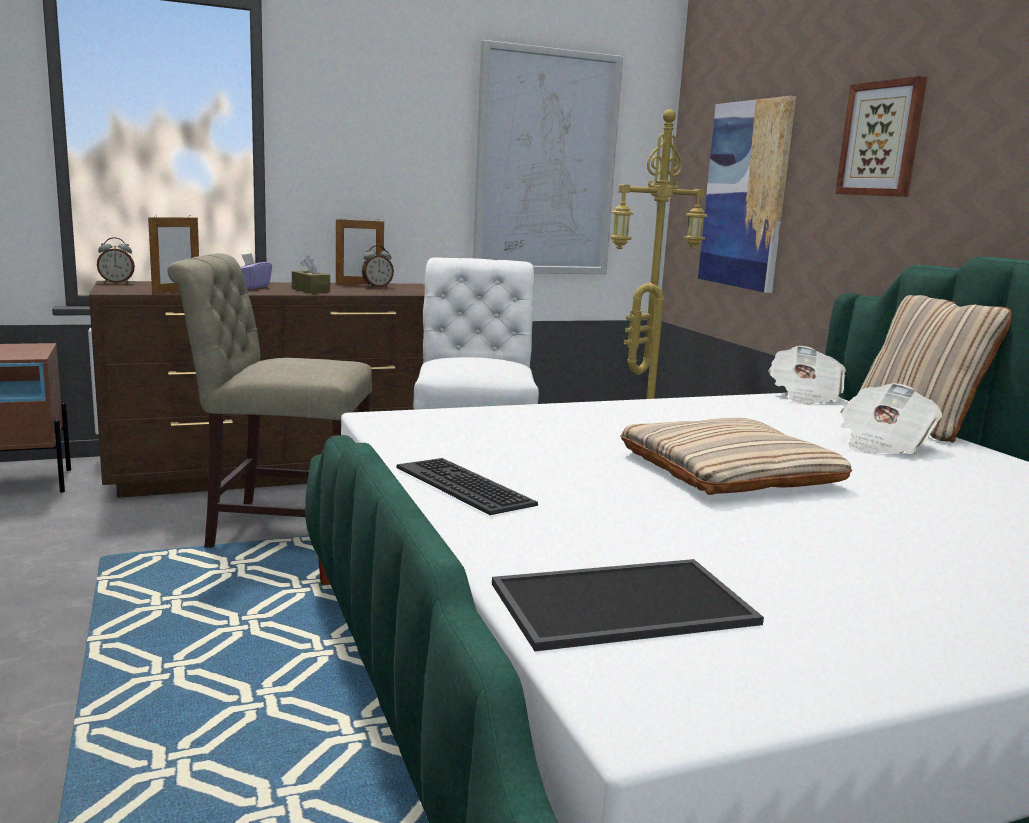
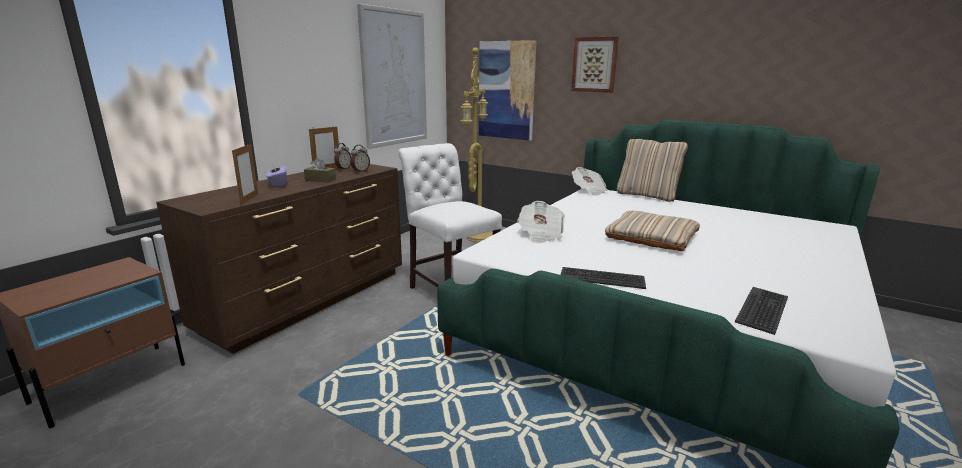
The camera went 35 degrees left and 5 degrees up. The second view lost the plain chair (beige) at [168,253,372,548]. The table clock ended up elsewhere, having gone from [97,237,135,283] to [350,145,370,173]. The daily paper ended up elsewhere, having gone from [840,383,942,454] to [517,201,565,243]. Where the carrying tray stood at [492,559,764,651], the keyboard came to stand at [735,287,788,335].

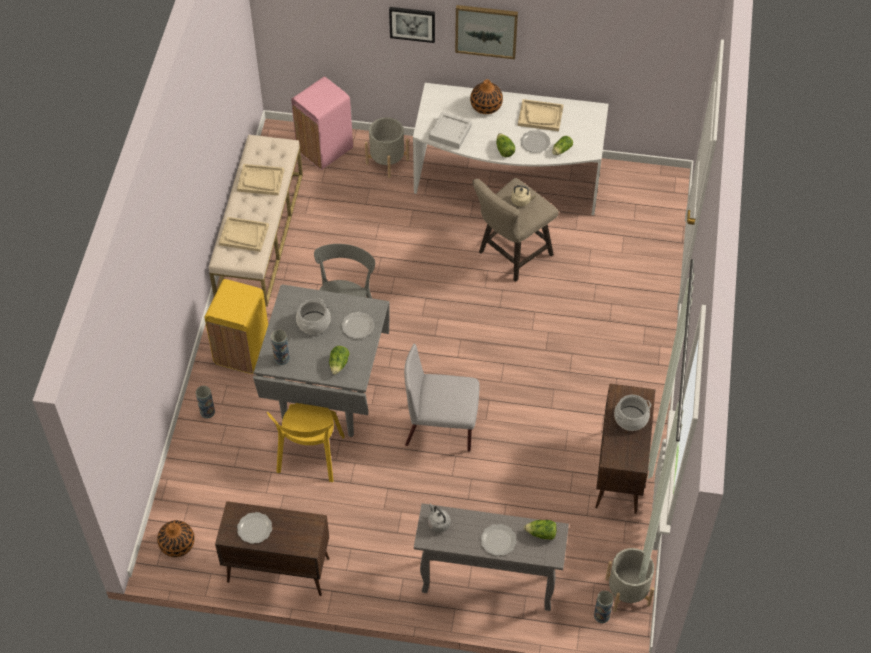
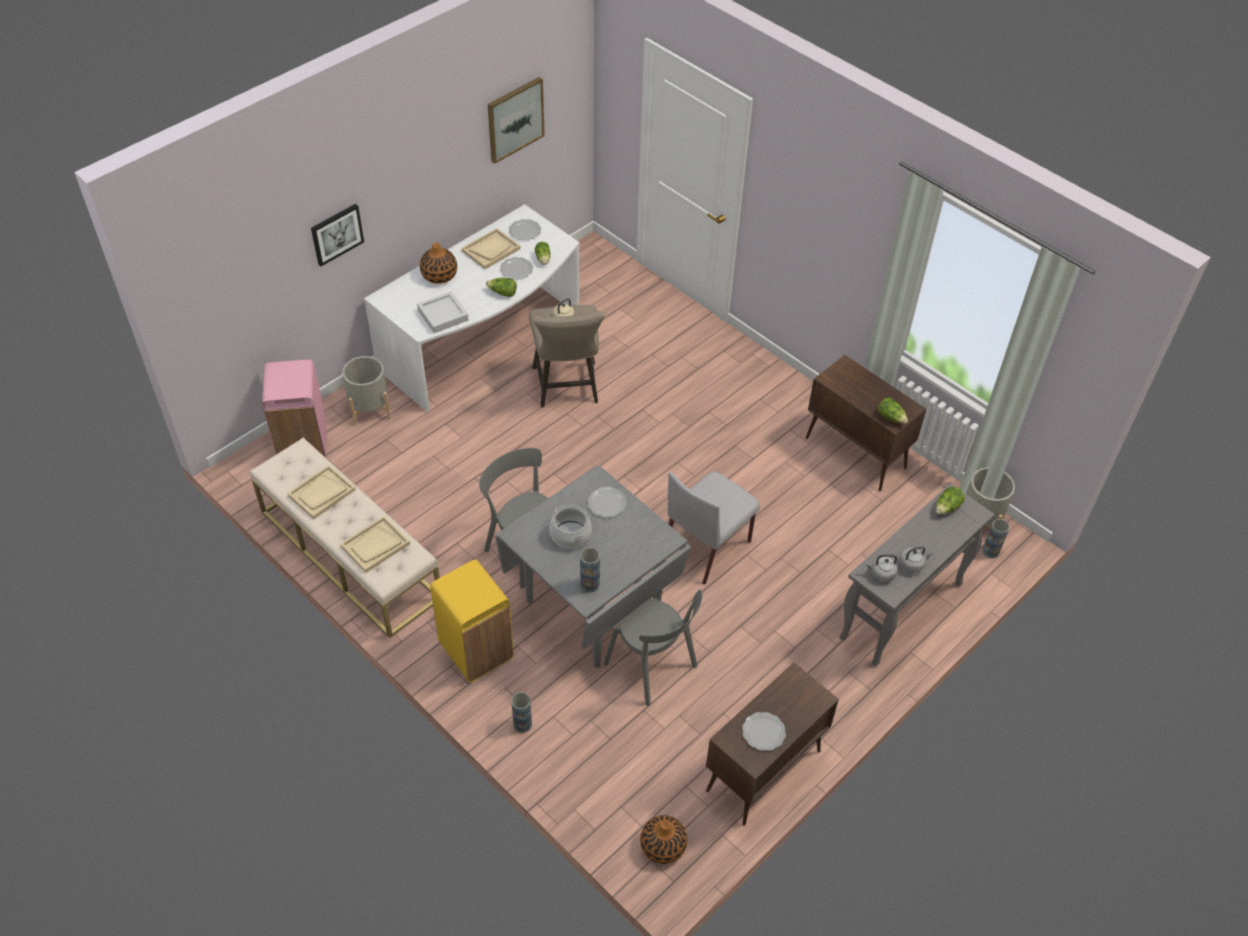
The camera went 55 degrees left and 5 degrees down. The second view lost the saucepot at [614,395,651,431]. The second view gained the tea kettle (greyish) at [899,546,934,574]. The lettuce ended up elsewhere, having gone from [329,346,349,375] to [878,397,908,424]. The wall picture ended up elsewhere, having gone from [455,5,518,59] to [488,77,545,164]. The flat dish ended up elsewhere, having gone from [481,524,517,556] to [509,219,541,240]. What was the plain chair (yellow-coloured) at [267,403,345,482] turned into the plain chair (greyish) at [604,590,702,706].

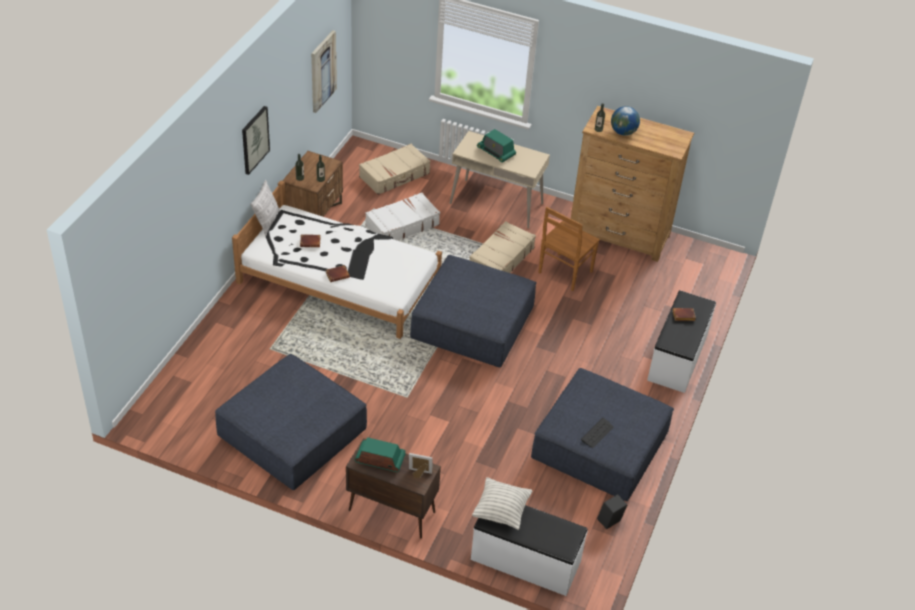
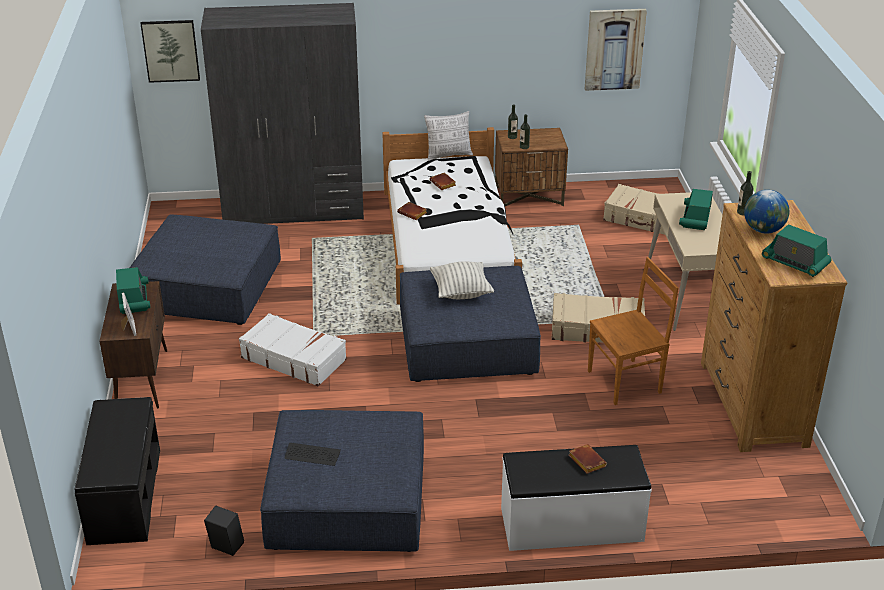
The camera went 65 degrees right and 10 degrees down. The second view gained the armoire (greyish) at [201,3,364,224]. The second view gained the radio set at [762,224,832,277]. The wall picture ended up elsewhere, having gone from [242,106,270,175] to [140,20,200,83]. The piece of luggage (white) ended up elsewhere, having gone from [365,192,440,240] to [239,313,347,386]. The pillow ended up elsewhere, having gone from [472,477,532,530] to [430,262,494,299]. What was the long seat (white) at [471,505,588,596] turned into the long seat (blackish) at [75,397,160,545]. The plain chair (brown) at [538,207,600,291] ended up facing another way, 150 degrees clockwise from before.

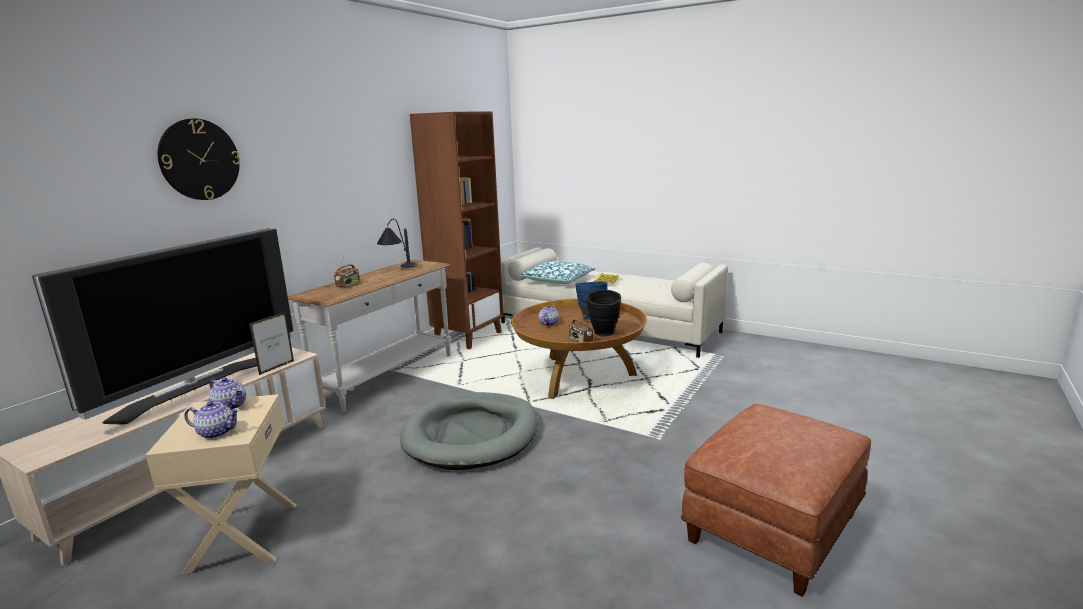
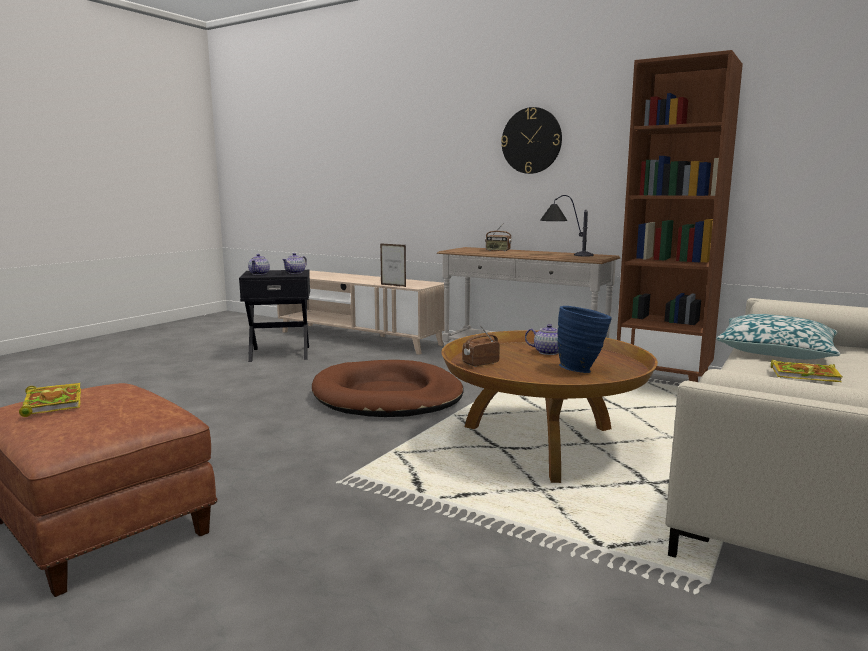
The camera went 90 degrees right and 5 degrees down. The second view lost the TV set at [32,228,293,424]. The second view lost the vase (blackish) at [586,290,621,337]. The second view gained the book at [19,383,81,417]. The clock on the wall ended up elsewhere, having gone from [158,118,240,200] to [501,107,562,174]. What was the end table (beige) at [146,394,297,575] turned into the end table (blackish) at [239,270,310,362]. What was the dog cushion (greyish) at [400,392,538,470] turned into the dog cushion (brown) at [312,360,464,417].

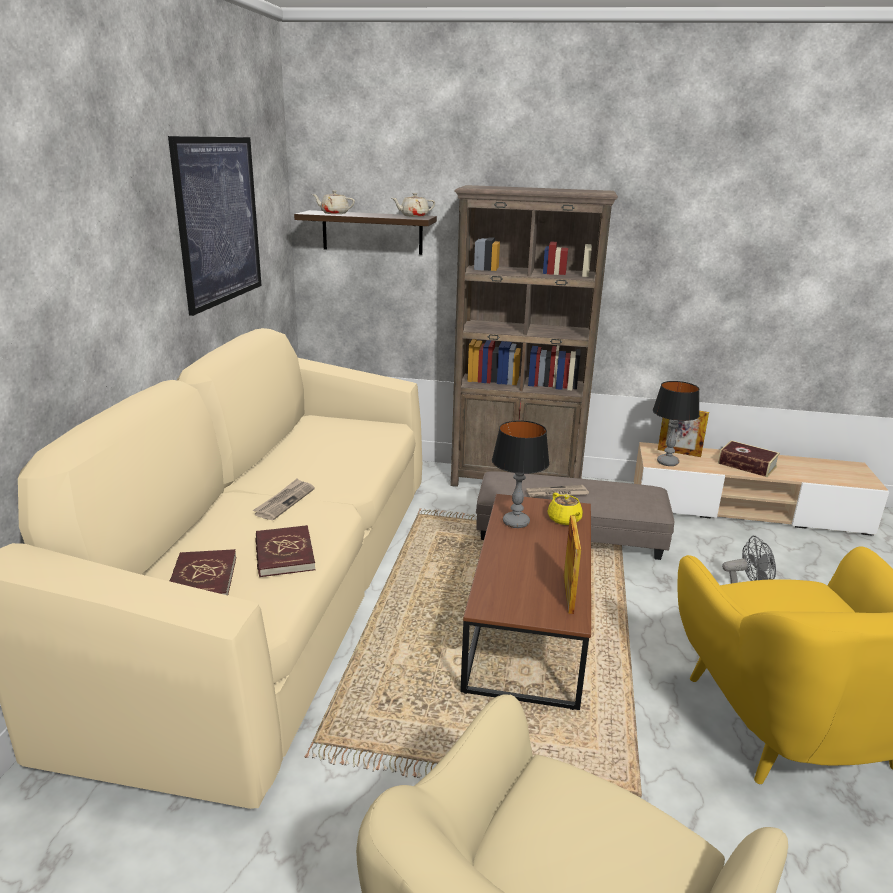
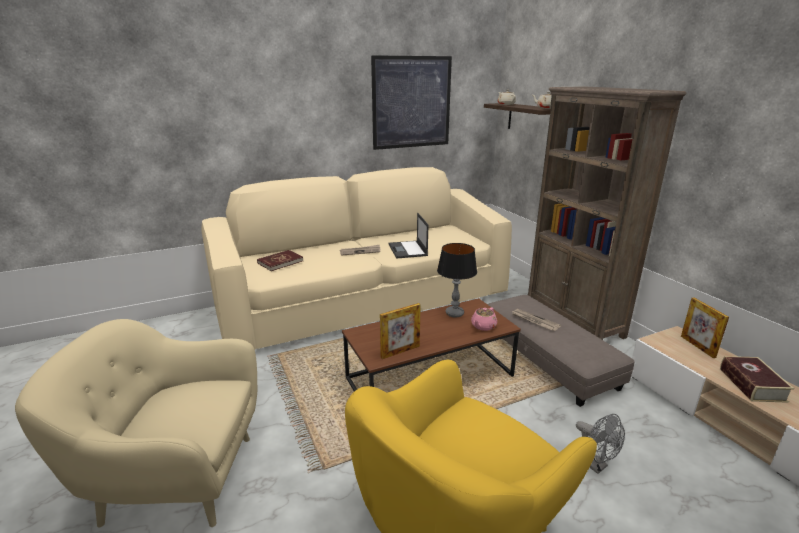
The camera went 55 degrees right and 0 degrees up. The second view lost the book (reddish) at [255,525,316,577]. The second view lost the lamp for a table at [653,381,700,466]. The second view gained the notebook computer at [389,213,428,259]. What was the tea pot (yellow-coloured) at [547,493,583,525] turned into the tea pot (pink-coloured) at [471,307,497,331].

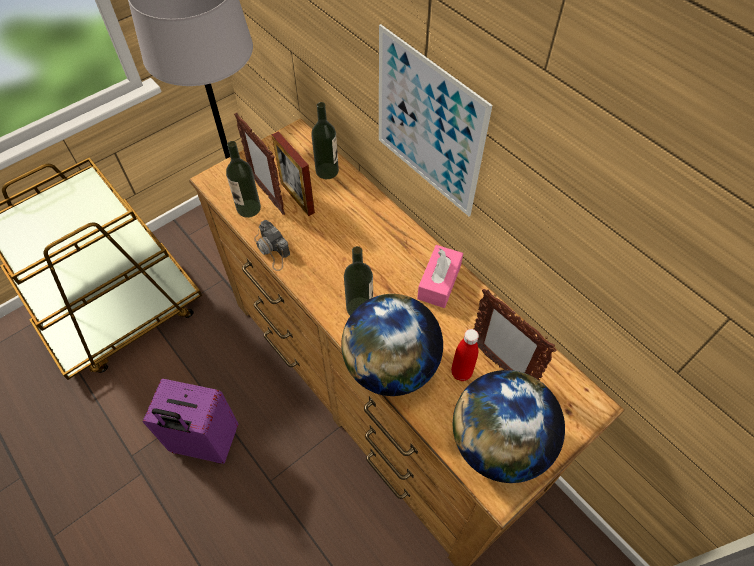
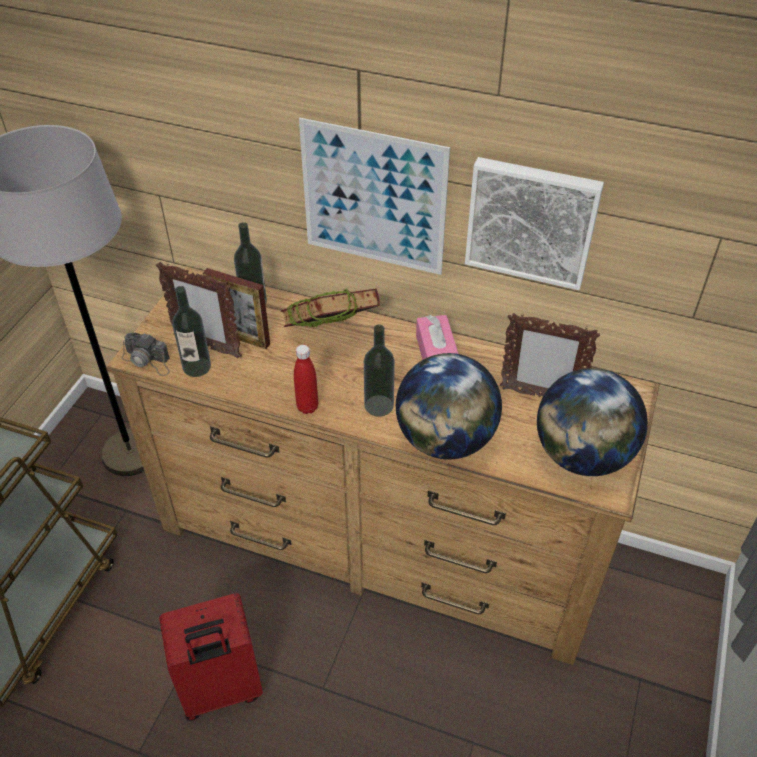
The camera went 30 degrees left and 10 degrees down. The second view gained the book at [281,288,380,328]. The second view gained the wall picture at [465,157,604,290]. The still camera ended up elsewhere, having gone from [254,220,290,271] to [121,333,170,376]. The bottle (reddish) ended up elsewhere, having gone from [451,329,479,381] to [294,345,318,414]. What was the piece of luggage (purplish) at [143,379,239,464] turned into the piece of luggage (reddish) at [159,593,263,721].

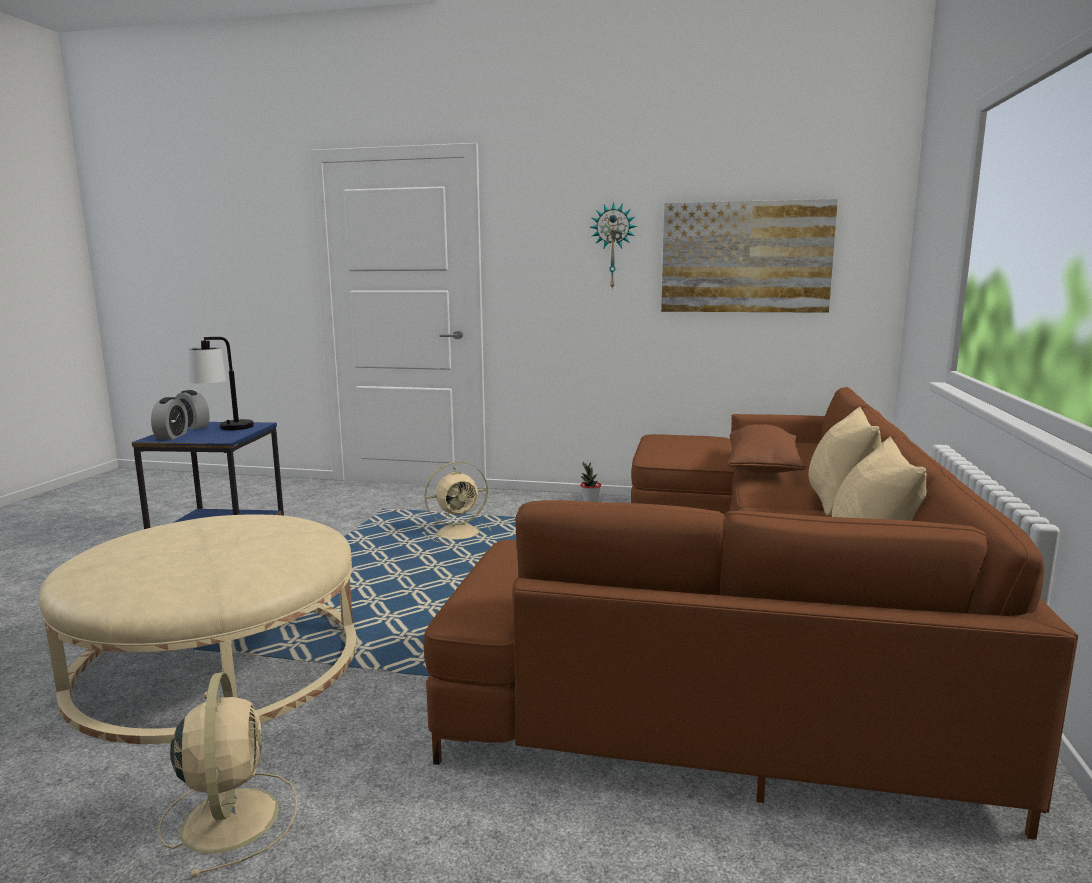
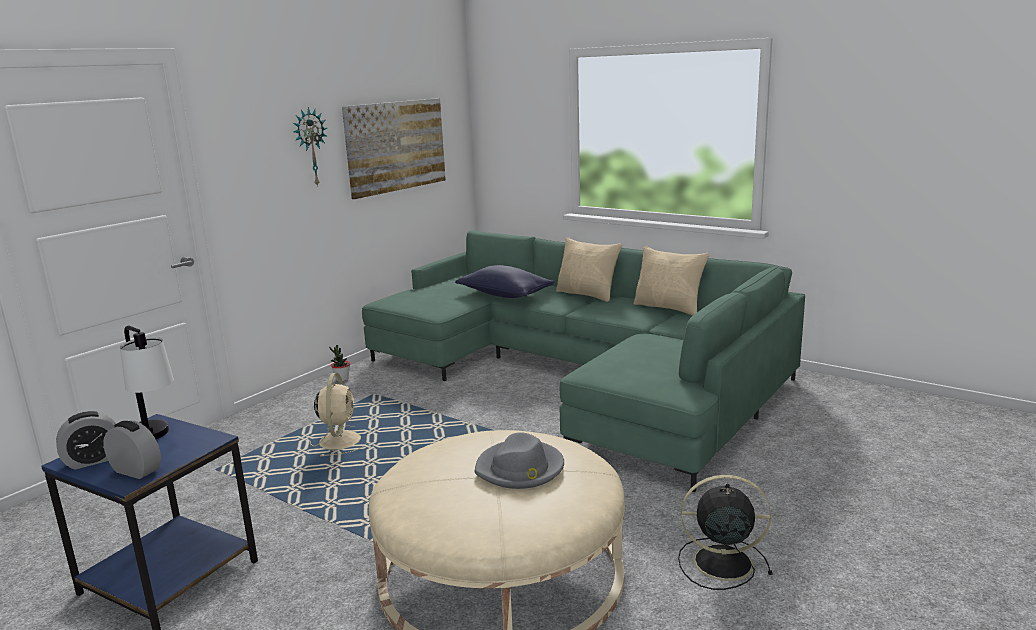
The camera went 65 degrees left and 5 degrees up. The second view gained the hat (greyish) at [475,432,564,489]. What was the cooling fan (beige) at [158,672,298,878] turned into the cooling fan (blackish) at [678,475,773,590]. What was the sofa (brown) at [424,387,1078,840] turned into the sofa (green-coloured) at [362,230,805,492]. What was the pillow (brown) at [728,424,807,473] turned into the pillow (blue-coloured) at [455,265,555,298].

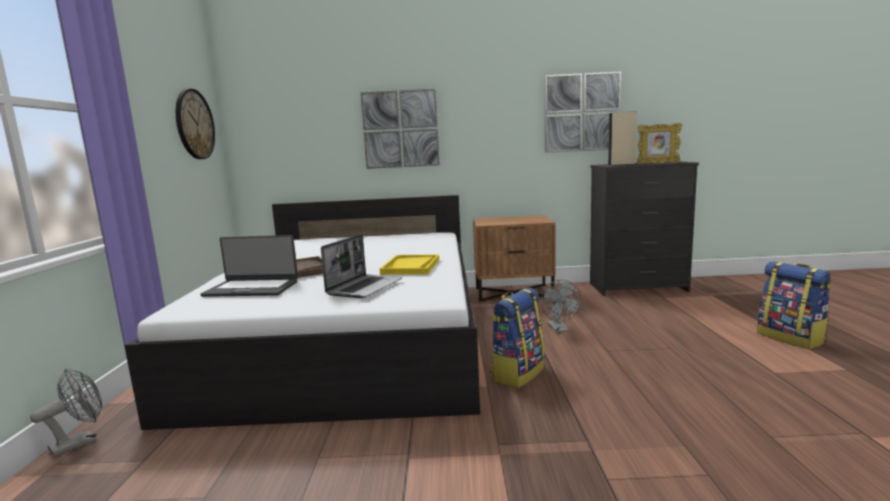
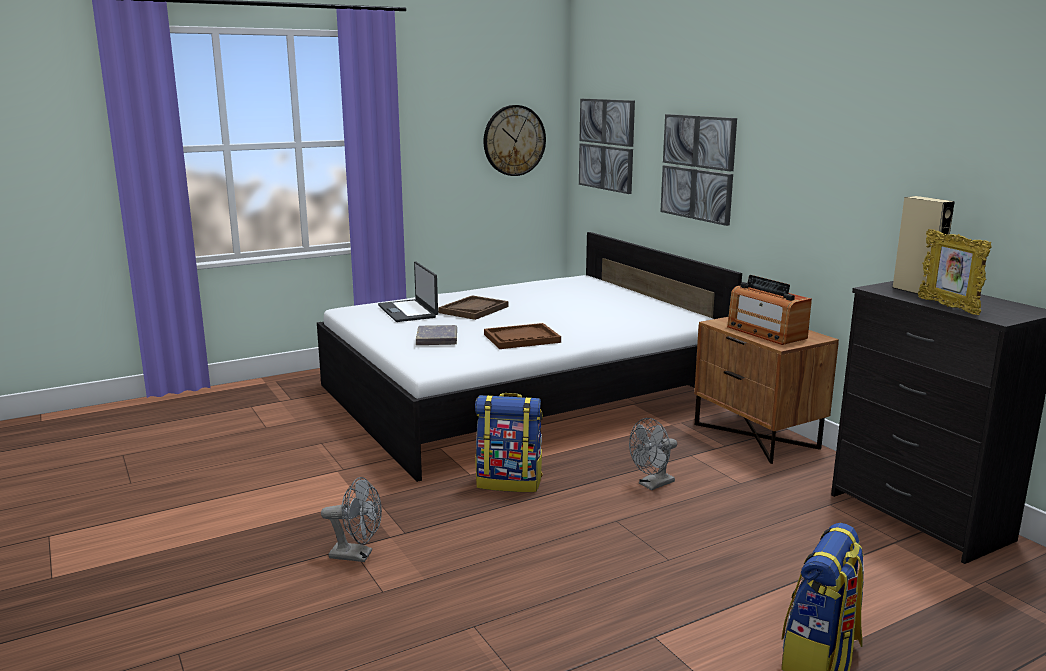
The camera went 60 degrees right and 5 degrees up. The second view gained the radio set at [727,275,812,345]. The cooling fan (greyish) ended up elsewhere, having gone from [30,369,102,457] to [321,477,382,562]. The wall picture ended up elsewhere, having gone from [545,71,621,153] to [579,99,635,194]. Where the notebook computer stood at [321,234,402,298], the book (greyish) came to stand at [416,325,457,345]. What was the carrying tray (yellow-coloured) at [380,255,439,275] turned into the carrying tray (brown) at [484,323,561,349].

